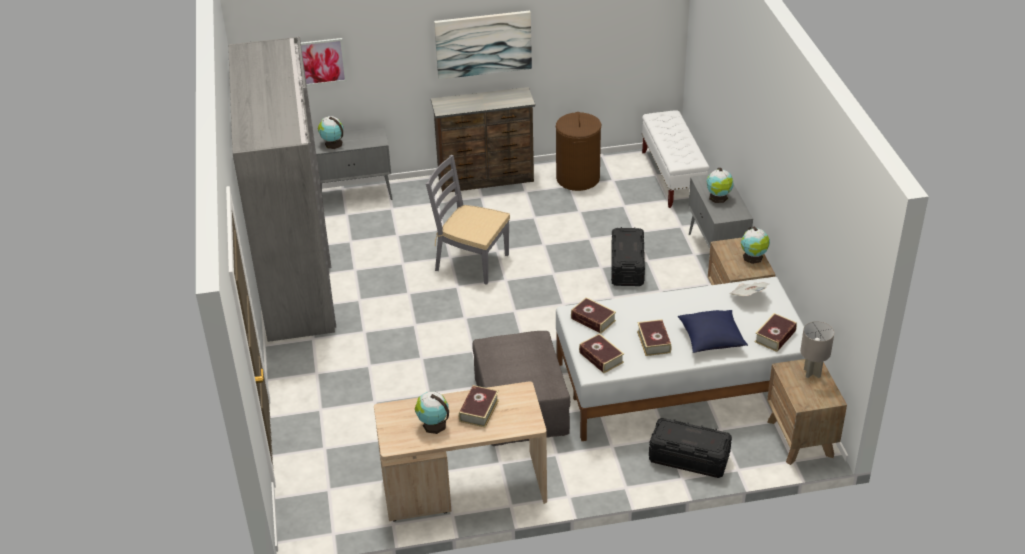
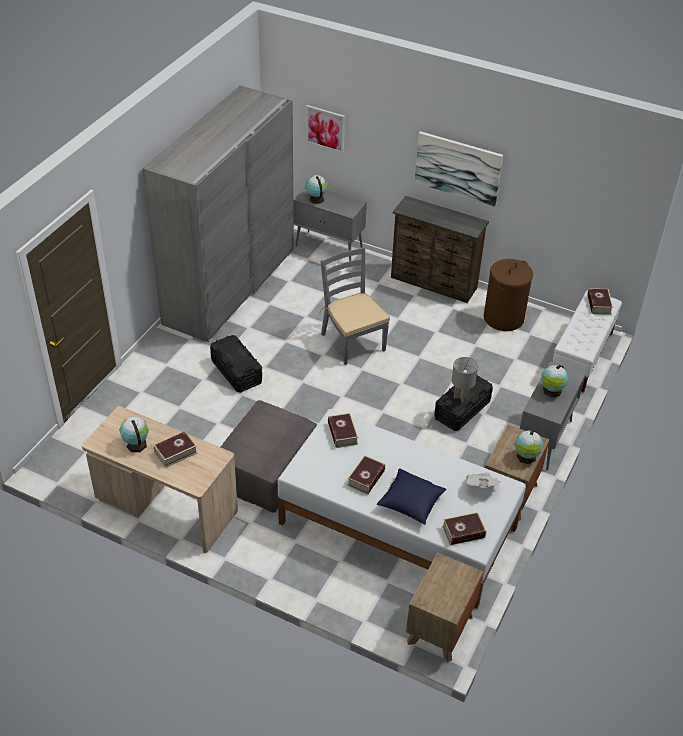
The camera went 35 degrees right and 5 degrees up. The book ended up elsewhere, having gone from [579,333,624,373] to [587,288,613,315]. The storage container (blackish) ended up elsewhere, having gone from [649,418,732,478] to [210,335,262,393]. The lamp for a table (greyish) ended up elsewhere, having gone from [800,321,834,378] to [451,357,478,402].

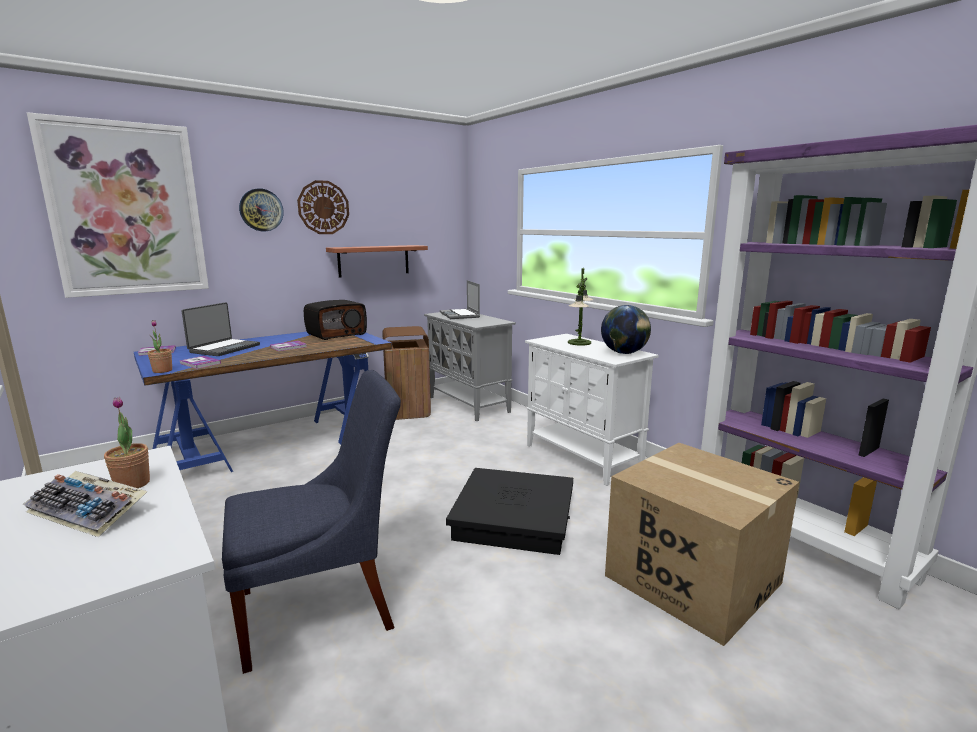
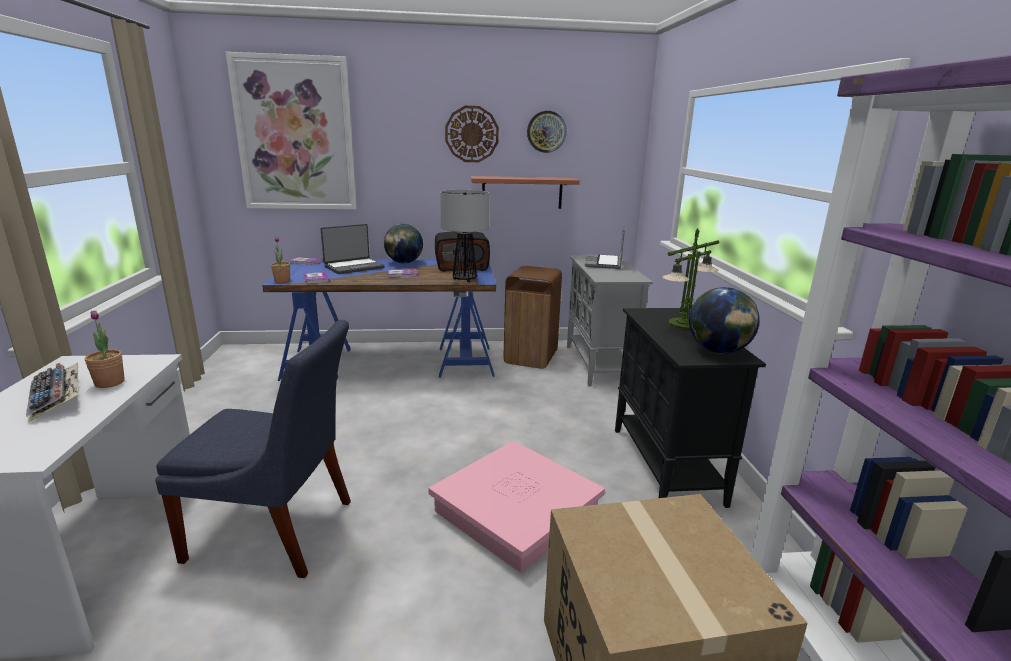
The camera went 30 degrees right and 5 degrees up. The second view gained the globe at [384,224,423,264]. The second view gained the lamp for a table at [440,190,489,282]. The clock on the wall ended up elsewhere, having gone from [239,188,284,231] to [527,111,567,153]. What was the storage container (blackish) at [446,468,573,555] turned into the storage container (pink-coloured) at [428,441,605,573]. What was the storage cabinet (white) at [525,334,659,486] turned into the storage cabinet (blackish) at [615,308,766,508].

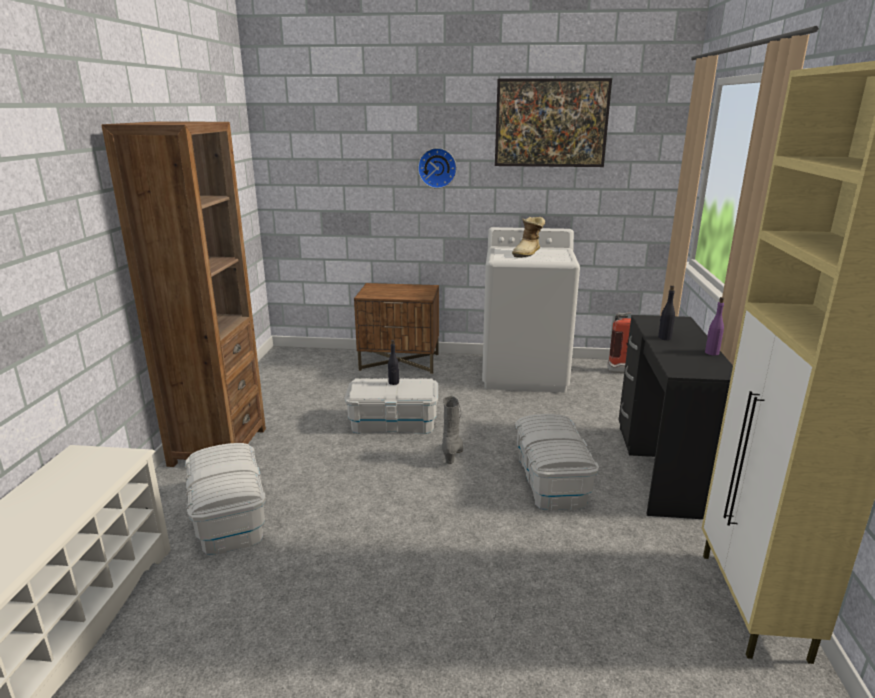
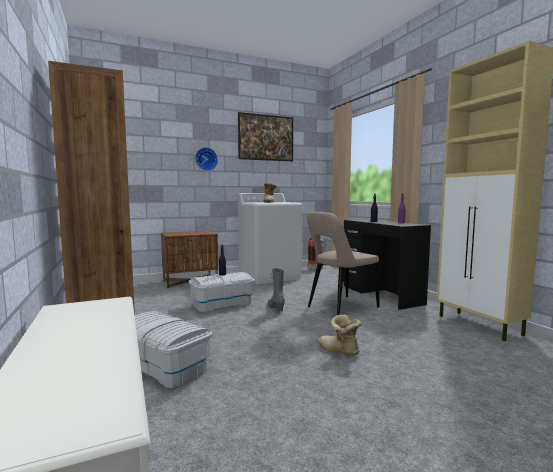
The camera went 30 degrees left and 15 degrees down. The second view gained the boot at [318,315,362,356]. Where the storage container (white) stood at [515,414,599,510], the plain chair (beige) came to stand at [307,212,379,315].

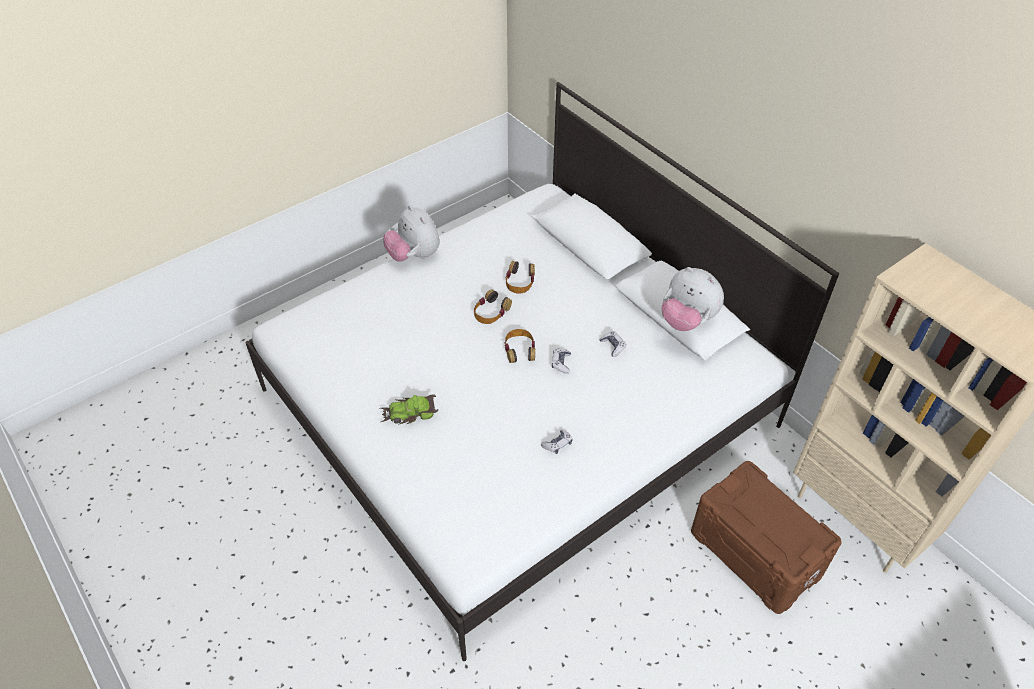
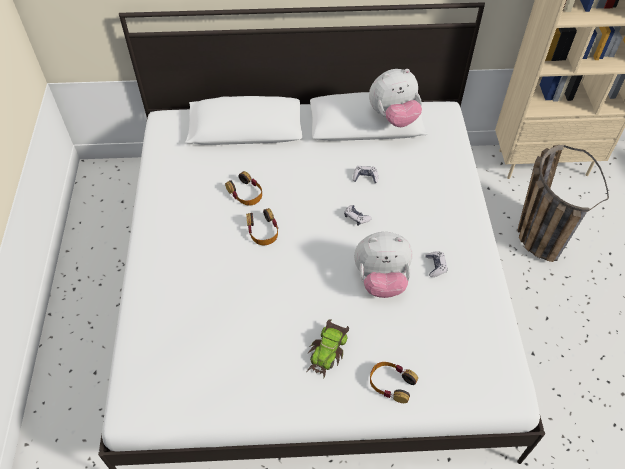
The camera went 55 degrees left and 5 degrees up. The soft toy ended up elsewhere, having gone from [383,205,440,262] to [354,232,413,298]. The headset ended up elsewhere, having gone from [504,329,535,363] to [370,362,418,403]. Where the storage container (brown) stood at [691,461,842,614], the household basket came to stand at [518,145,609,262].

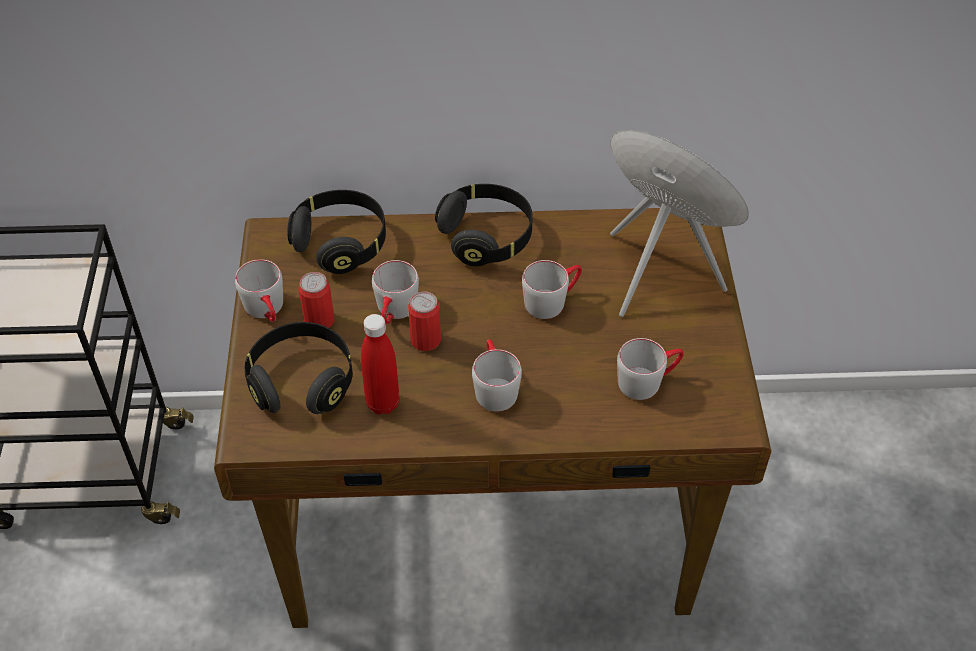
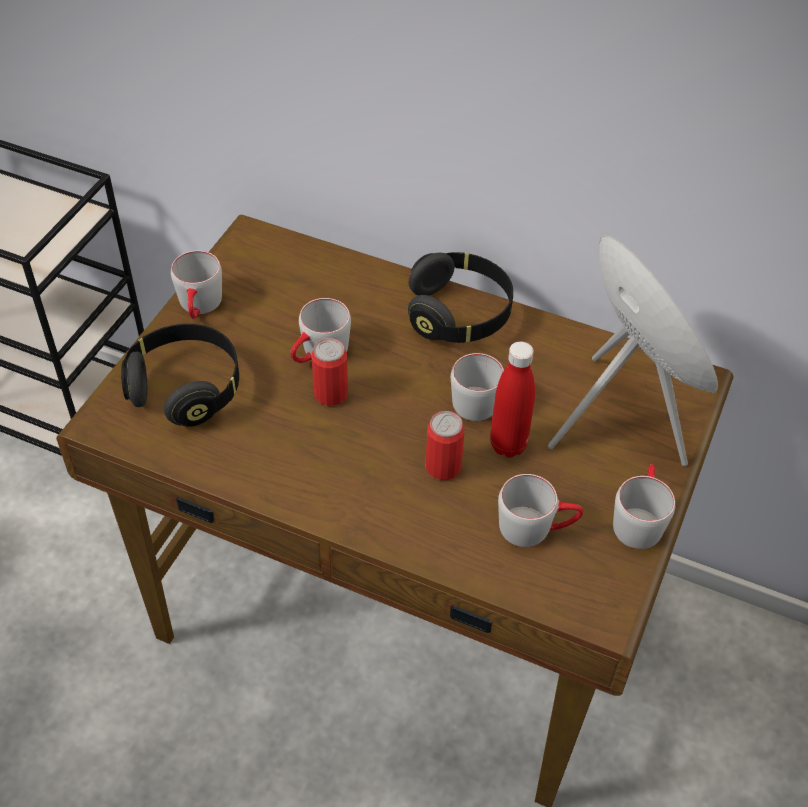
The camera went 25 degrees right and 0 degrees up. The second view lost the headset (blackish) at [287,190,386,274]. The sealed can ended up elsewhere, having gone from [299,272,334,328] to [426,411,464,480]. The bottle (reddish) ended up elsewhere, having gone from [361,314,400,415] to [490,341,535,458]. The mug (greyish) ended up elsewhere, having gone from [472,339,522,412] to [613,464,675,549].

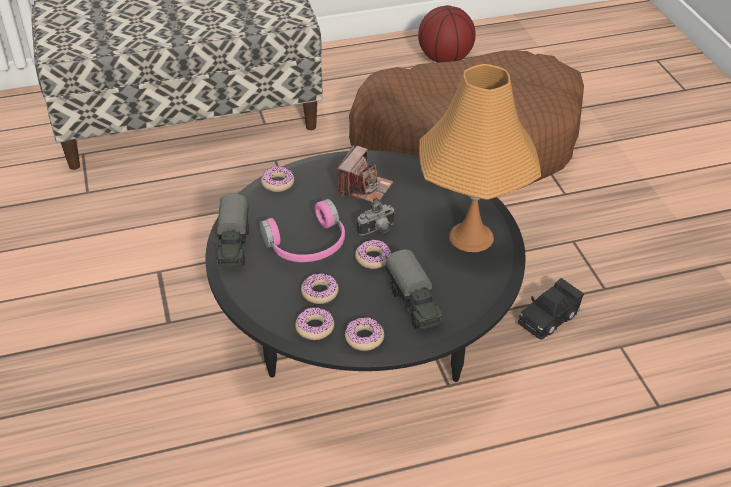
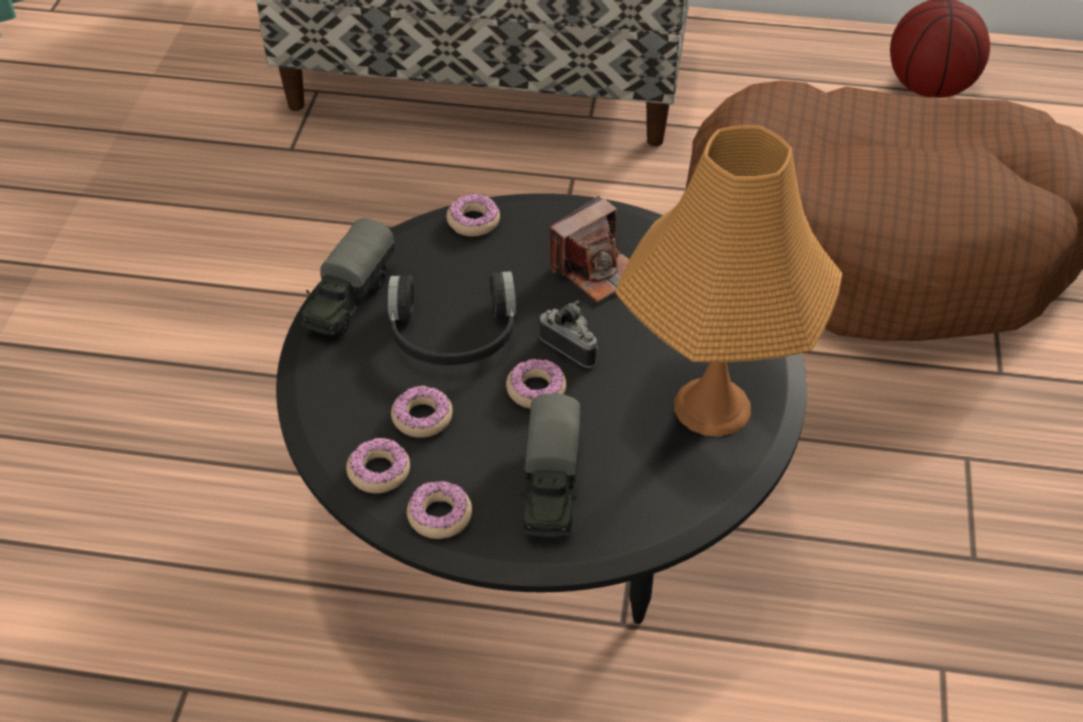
The camera went 25 degrees right and 5 degrees up. The second view lost the model car (blackish) at [517,278,584,340]. What was the headset (pink-coloured) at [259,199,345,262] turned into the headset (blackish) at [388,271,516,365]. The still camera at [357,197,395,235] ended up facing another way, 135 degrees counterclockwise from before.

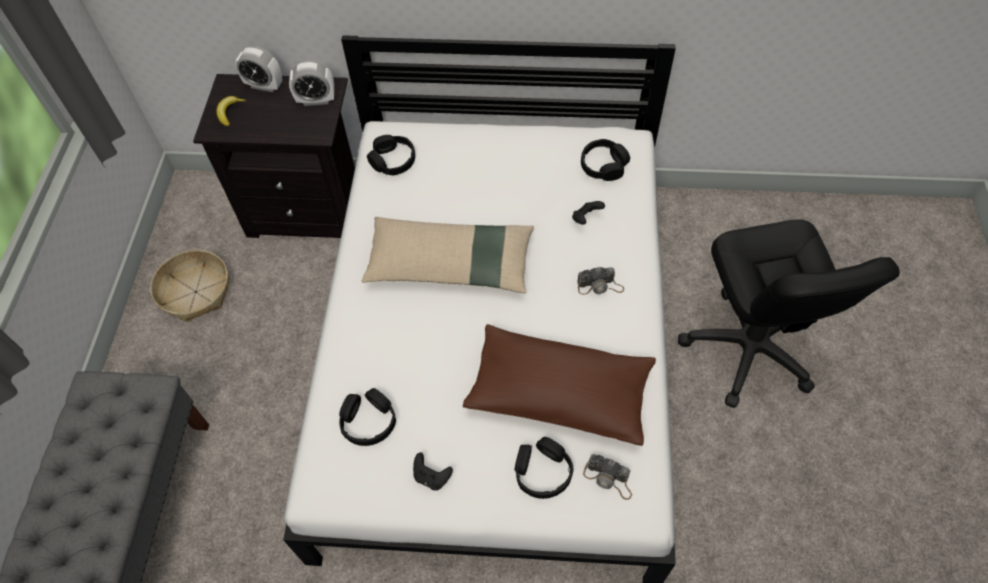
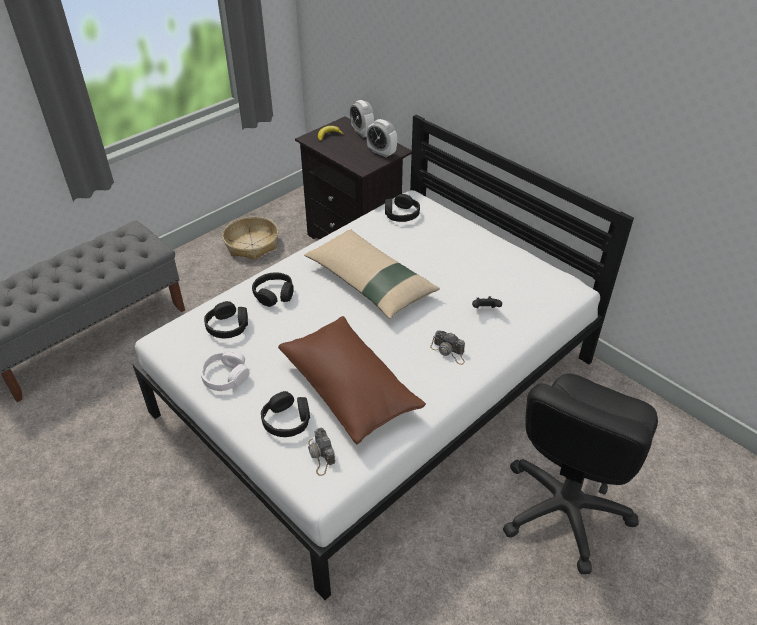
The camera went 40 degrees right and 15 degrees down. The headset (blackish) ended up elsewhere, having gone from [581,139,630,181] to [252,272,294,307]. Where the joypad (blackish) stood at [413,452,453,490], the headset (white) came to stand at [200,350,249,391].

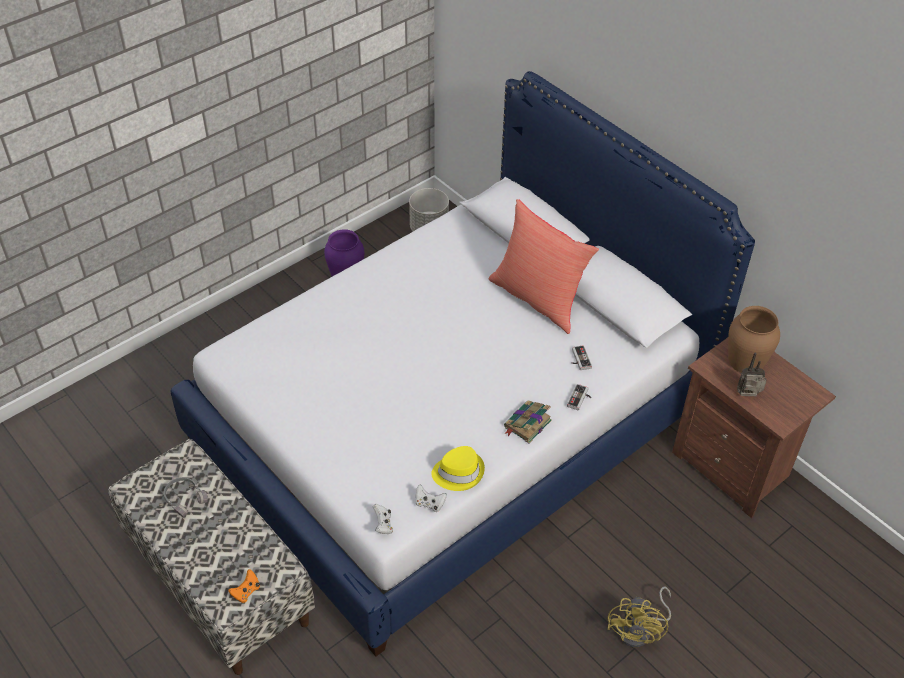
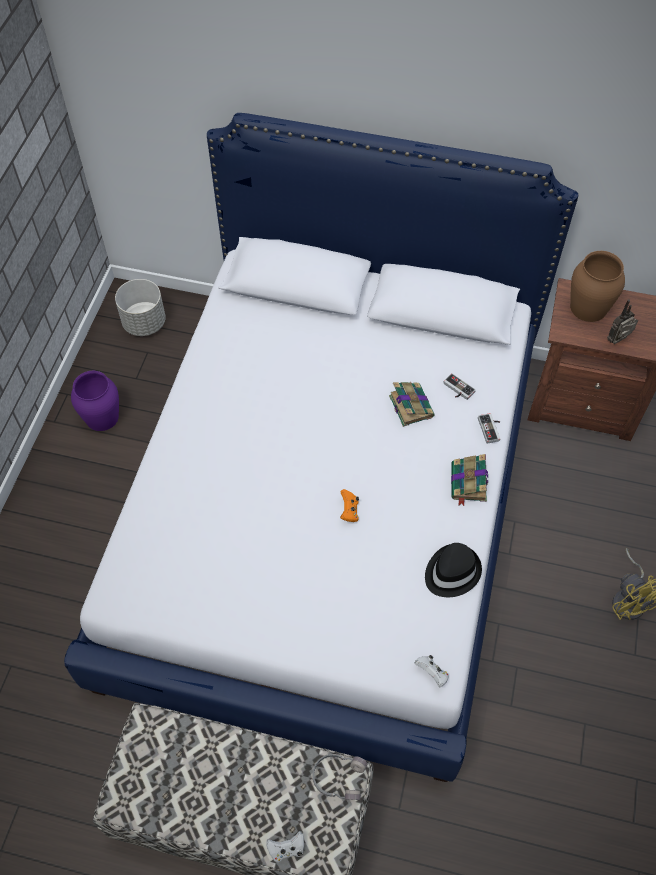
The camera went 35 degrees left and 10 degrees up. The second view lost the pillow (reddish) at [489,199,599,334]. The second view gained the book at [389,382,435,427]. The headset (greyish) ended up elsewhere, having gone from [164,477,208,518] to [312,754,367,800]. The joypad (orange) ended up elsewhere, having gone from [228,569,260,603] to [340,489,359,522]. The joypad (white) ended up elsewhere, having gone from [416,484,447,512] to [266,831,304,862]. What was the hat (yellow-coloured) at [431,446,485,491] turned into the hat (blackish) at [425,543,482,597].

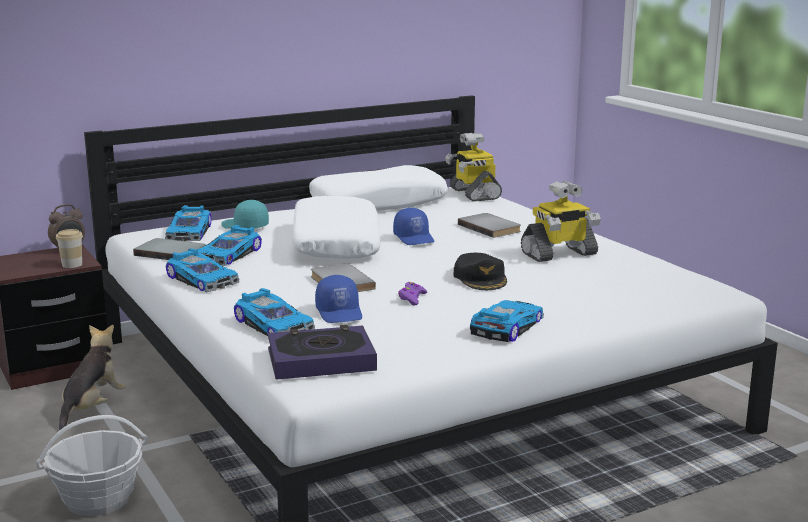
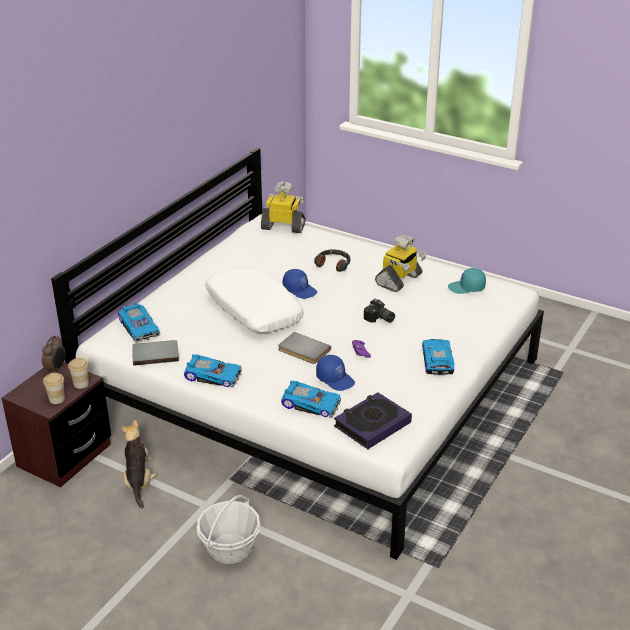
The camera went 30 degrees left and 15 degrees up. The second view lost the model car at [197,225,262,266]. The second view lost the pillow (white) at [309,165,448,211]. The second view gained the drinking cup at [43,373,65,404]. The cap (turquoise) ended up elsewhere, having gone from [222,200,269,229] to [448,268,486,294]. Where the cap (blackish) stood at [454,253,507,290], the still camera came to stand at [364,299,395,323]. Where the book (greyish) stood at [458,213,521,238], the headset came to stand at [314,249,350,272]. The robot figure at [445,133,502,202] ended up facing another way, 150 degrees clockwise from before.

